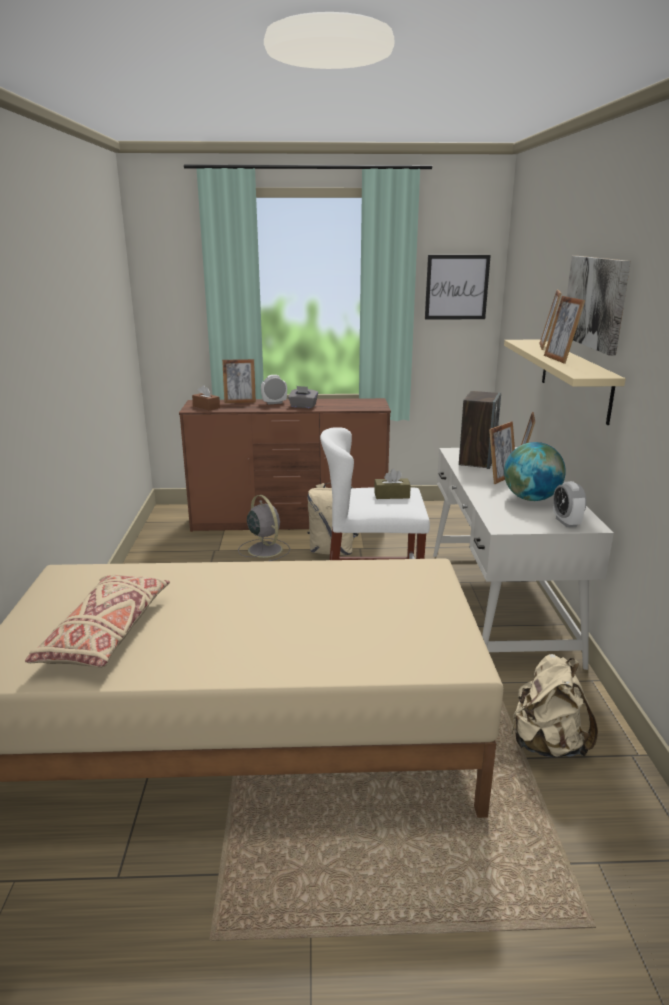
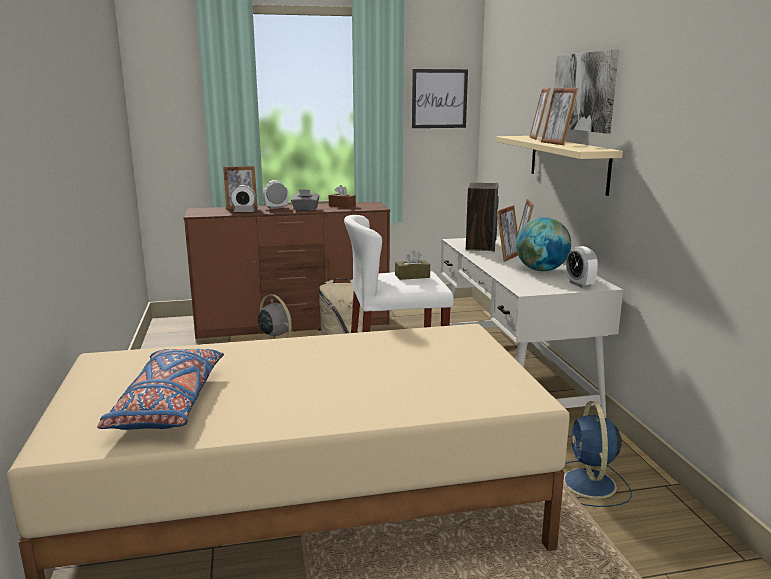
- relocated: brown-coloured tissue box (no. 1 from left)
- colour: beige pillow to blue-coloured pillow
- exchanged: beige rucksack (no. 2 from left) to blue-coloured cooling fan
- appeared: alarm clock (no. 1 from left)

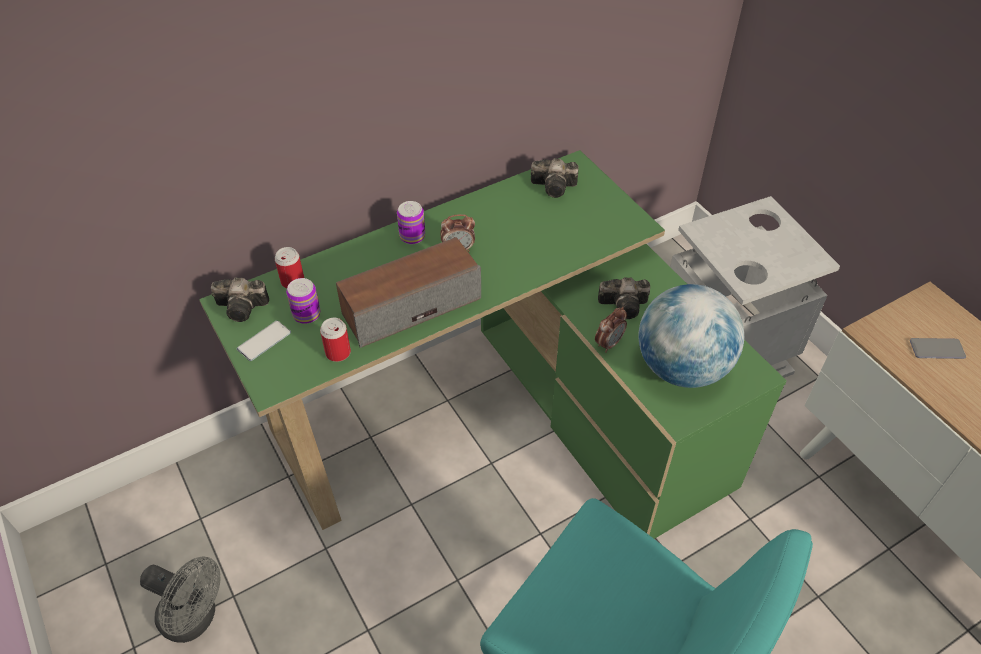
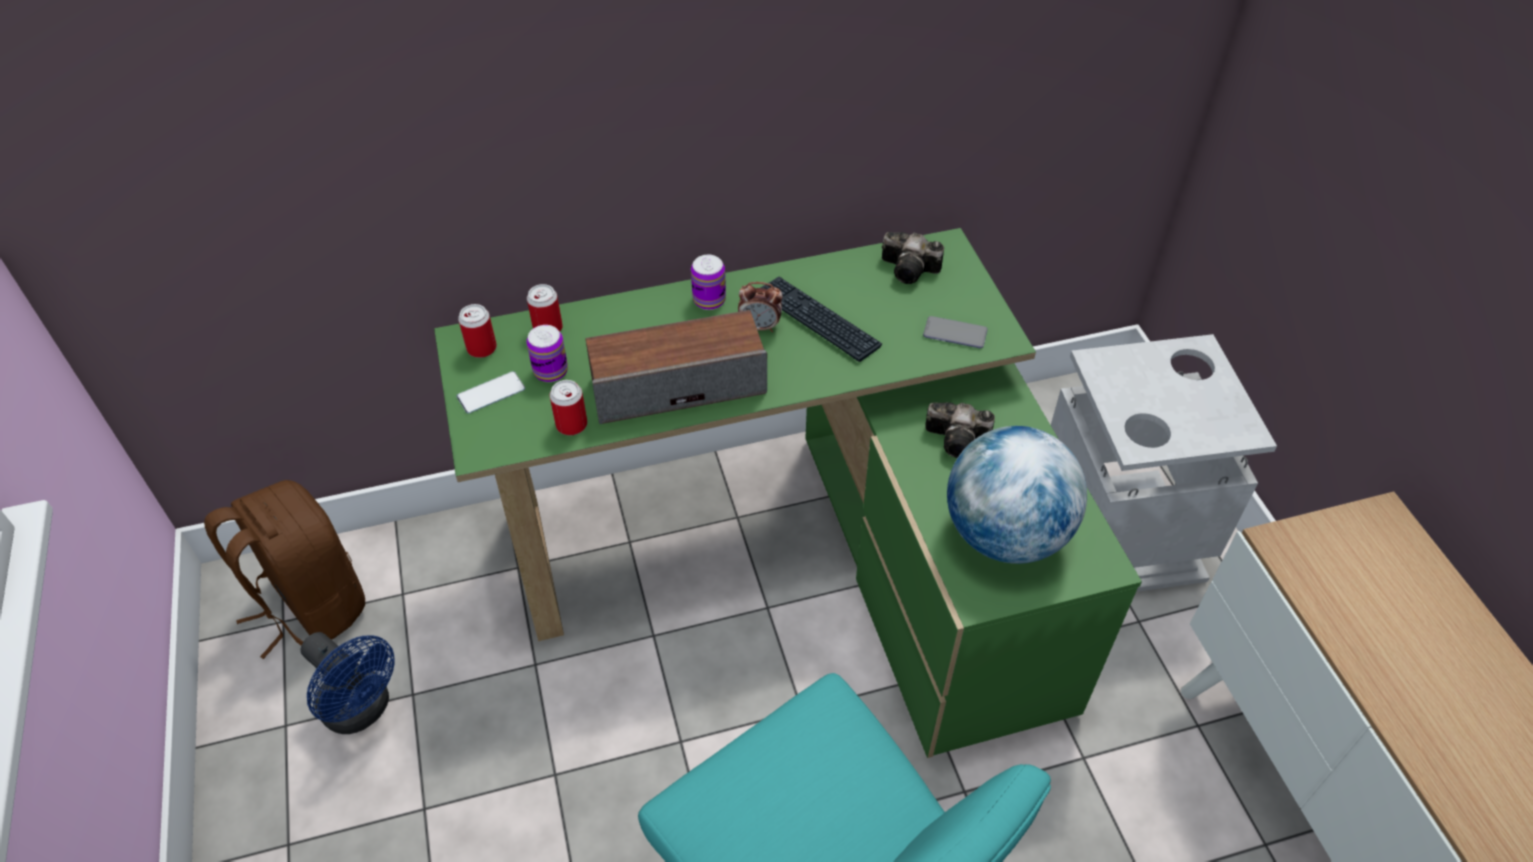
- exchanged: still camera (no. 1 from left) to sealed can (no. 1 from left)
- missing: alarm clock (no. 2 from left)
- relocated: handset (no. 2 from left)
- colour: gray cooling fan to blue-coloured cooling fan
- appeared: PC keyboard
- appeared: brown-coloured rucksack

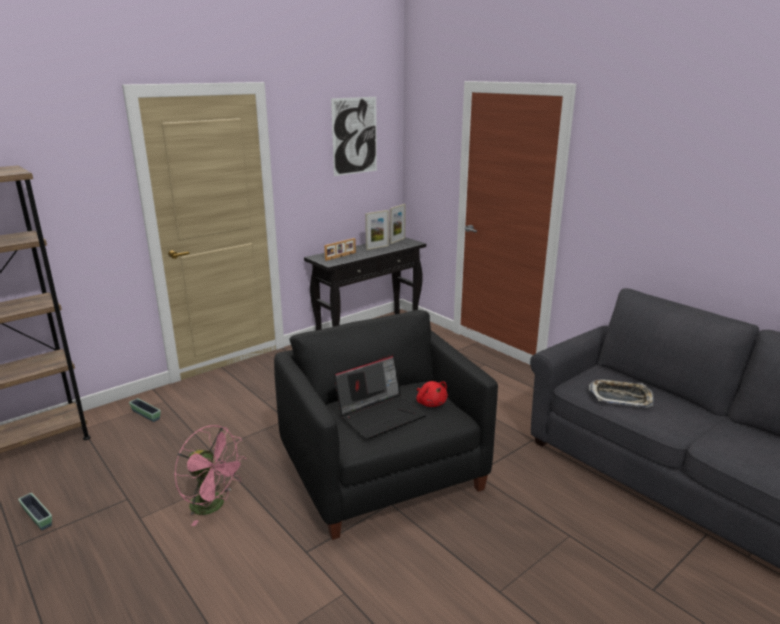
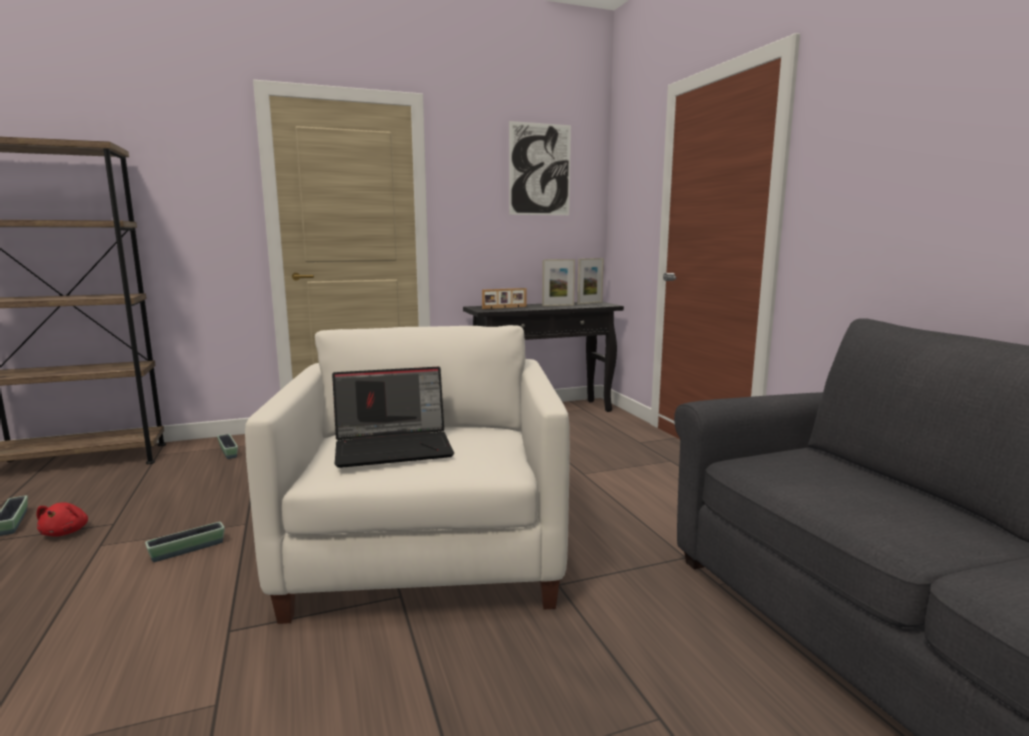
- colour: black lounge chair to whitish lounge chair
- missing: carrying tray
- relocated: red cuddly toy
- exchanged: pink cooling fan to flower pot (no. 2 from left)

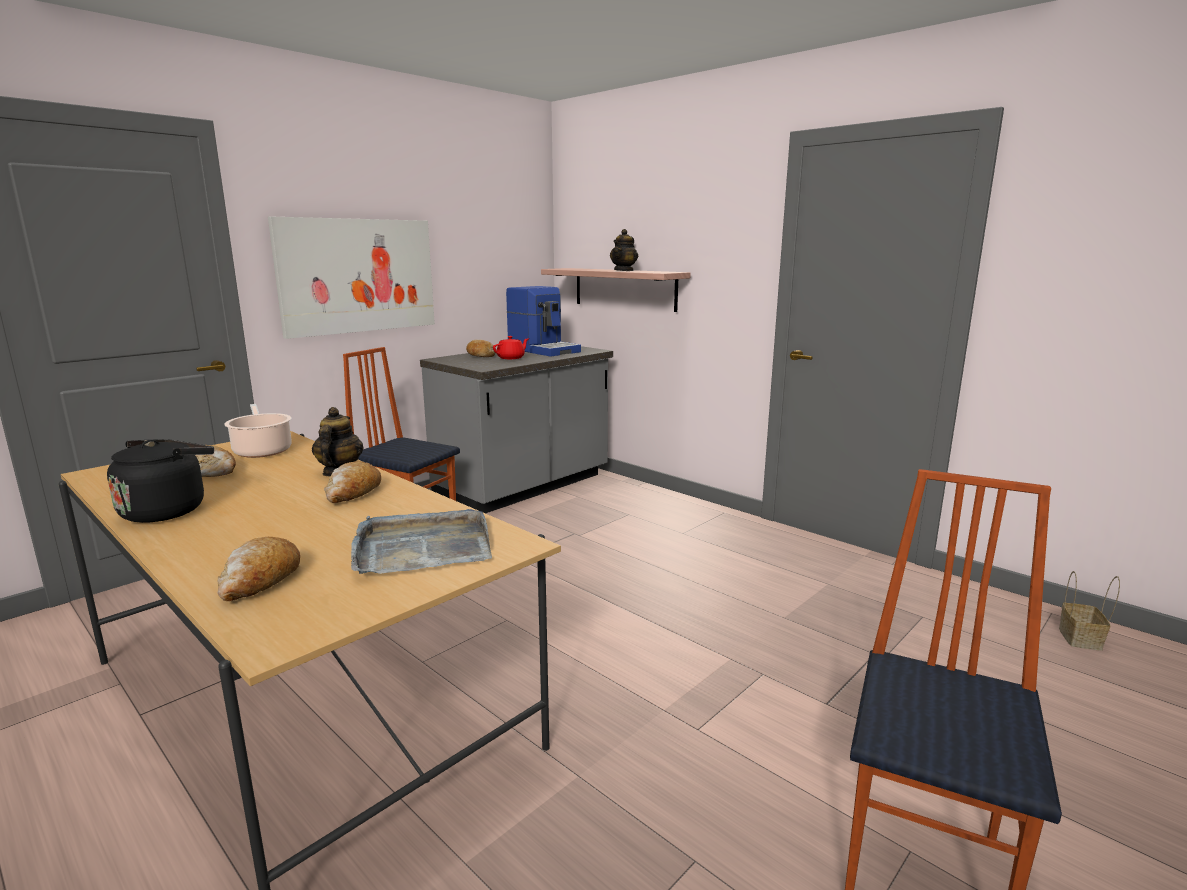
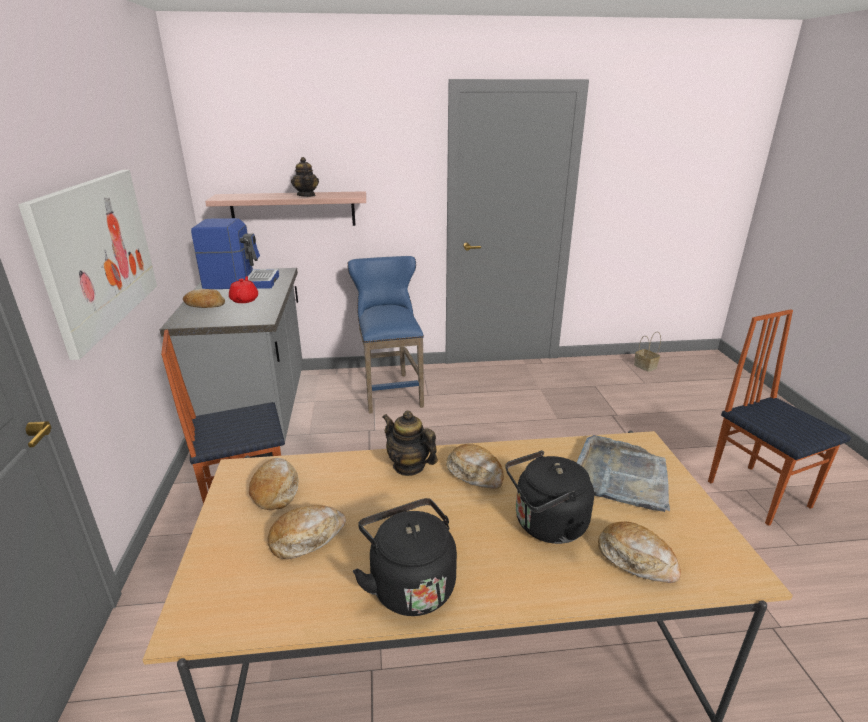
- exchanged: cooking pot to bakery bread (no. 2 from left)
- appeared: blue-coloured stool seat
- appeared: black tea kettle (no. 2 from left)

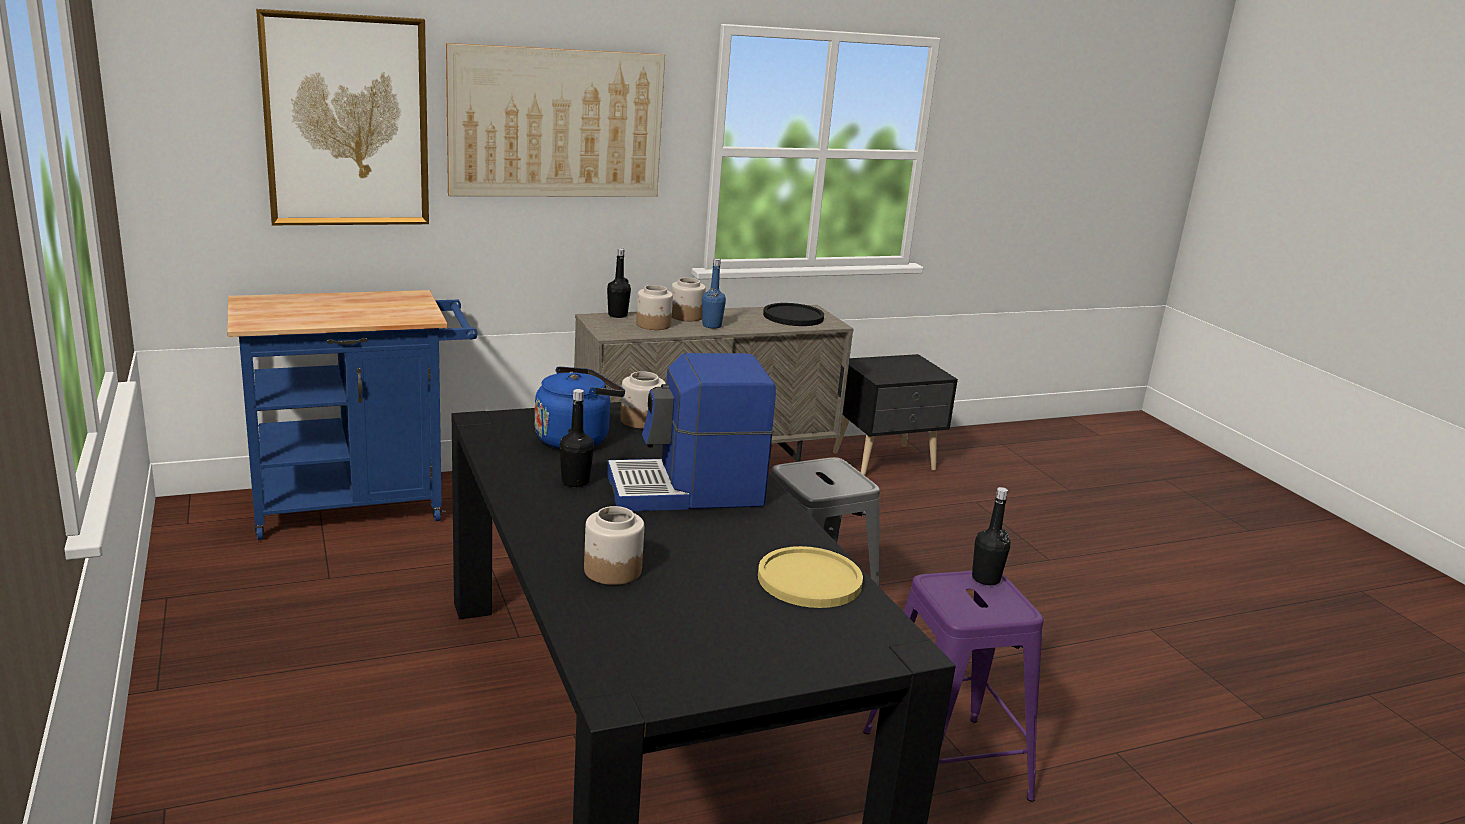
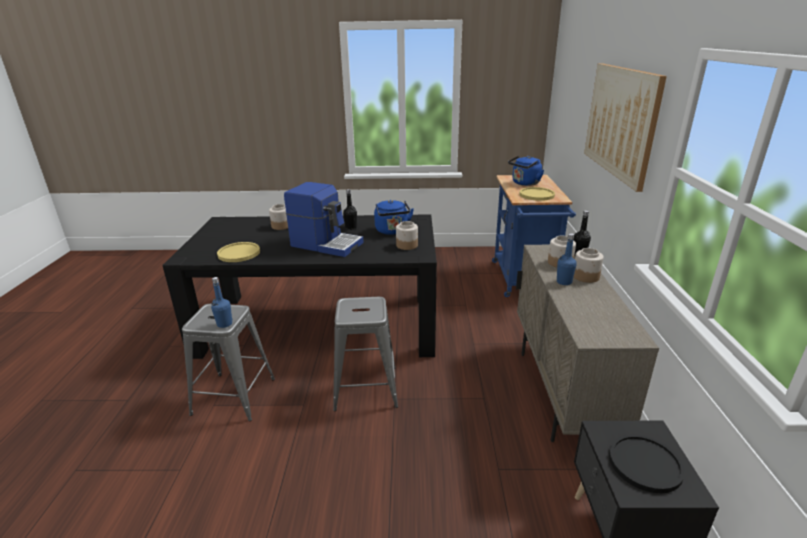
- missing: wall picture (no. 1 from left)
- relocated: black dinner plate
- spun: coffee brewer 105 degrees clockwise
- colour: black beverage bottle (no. 3 from left) to blue-coloured beverage bottle (no. 1 from left)
- colour: purple-coloured stool seat to gray stool seat (no. 1 from left)
- appeared: blue-coloured tea kettle (no. 2 from left)
- appeared: yellow-coloured dinner plate (no. 2 from left)

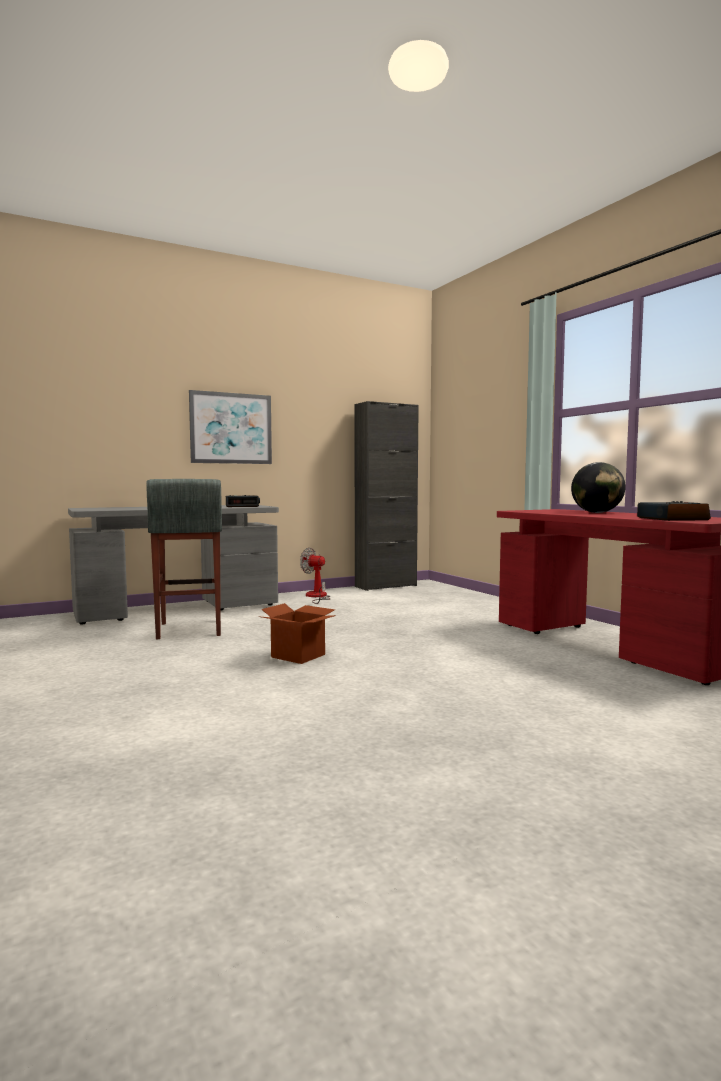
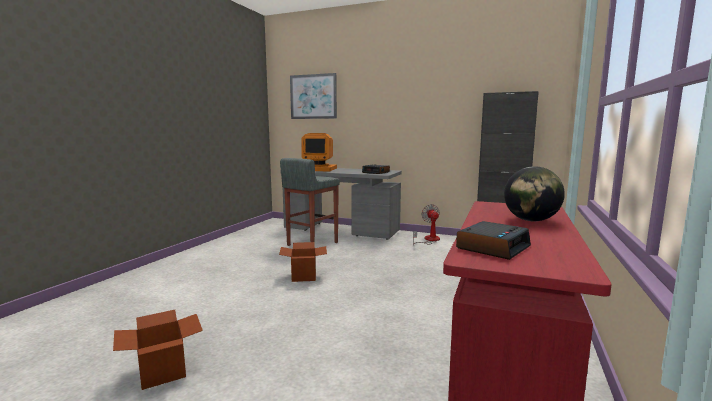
- relocated: wall picture
- appeared: computer screen
- appeared: packing box (no. 1 from left)

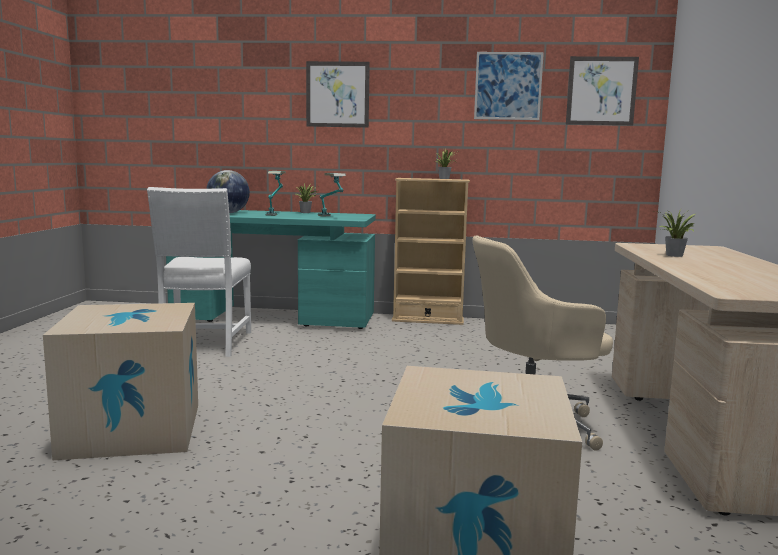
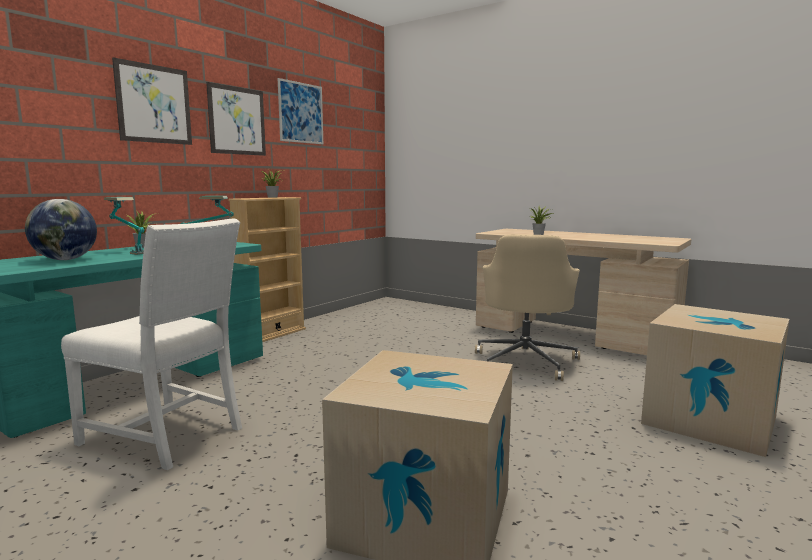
- relocated: wall picture (no. 3 from left in the first image) to wall picture (no. 2 from left)

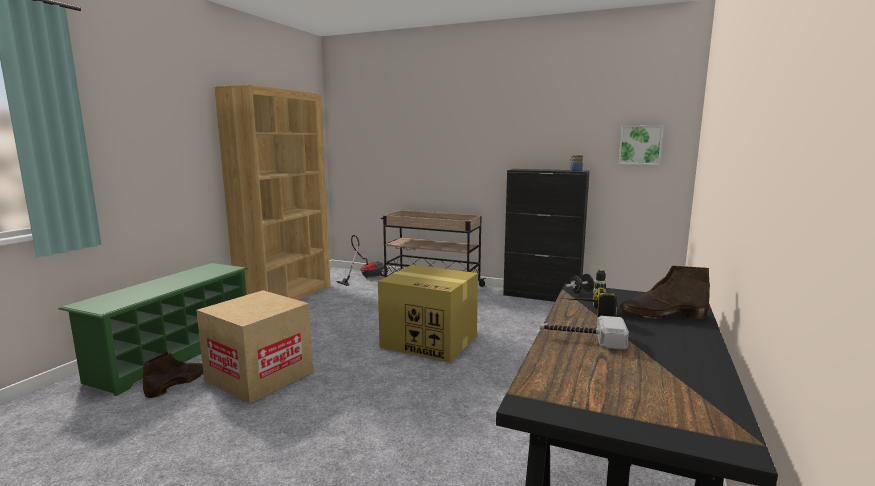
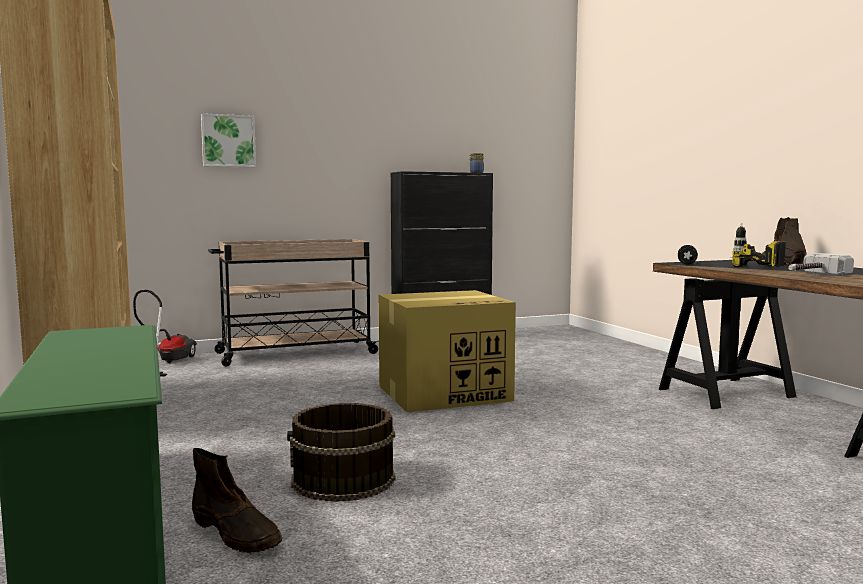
- relocated: wall picture
- exchanged: packing box (no. 1 from left) to brown-coloured water bucket
- spun: brown-coloured tall boot (no. 1 from left) 150 degrees clockwise

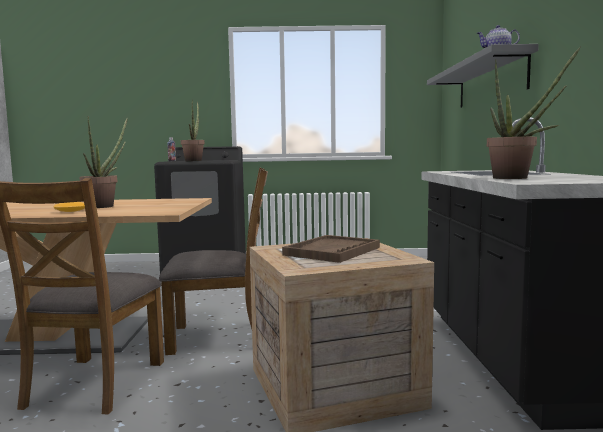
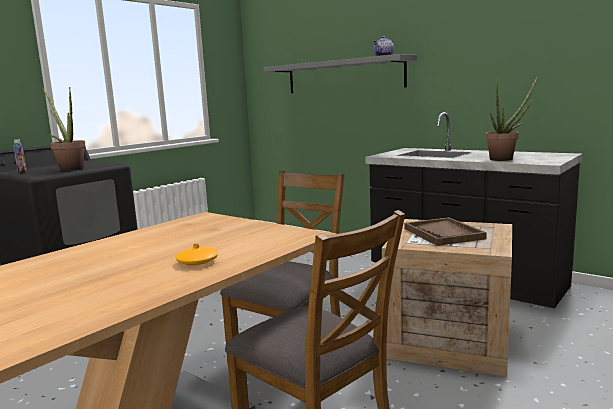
- missing: plant in a pot (no. 1 from left)

